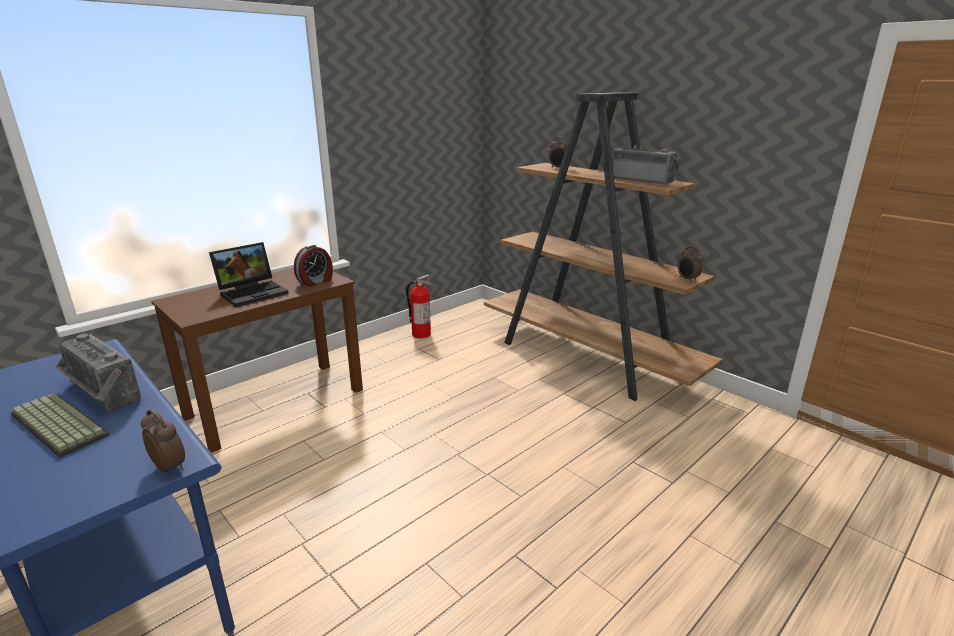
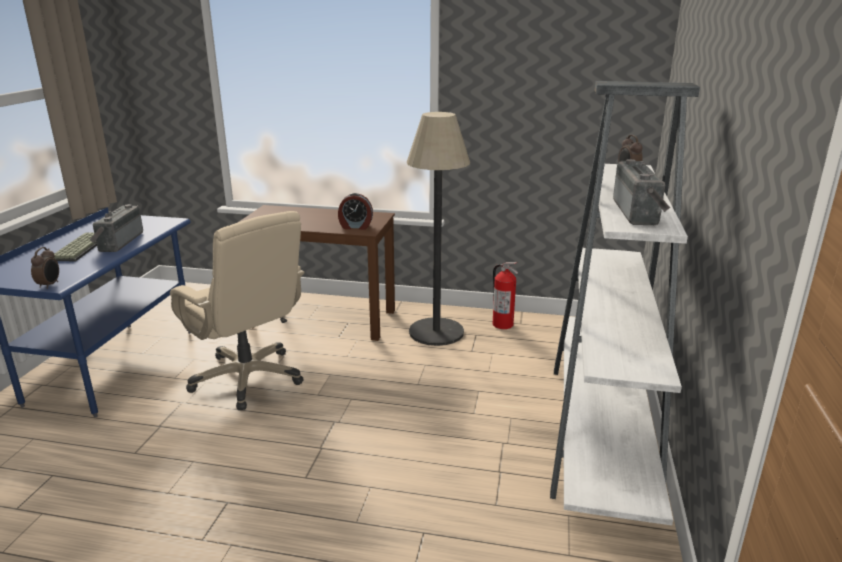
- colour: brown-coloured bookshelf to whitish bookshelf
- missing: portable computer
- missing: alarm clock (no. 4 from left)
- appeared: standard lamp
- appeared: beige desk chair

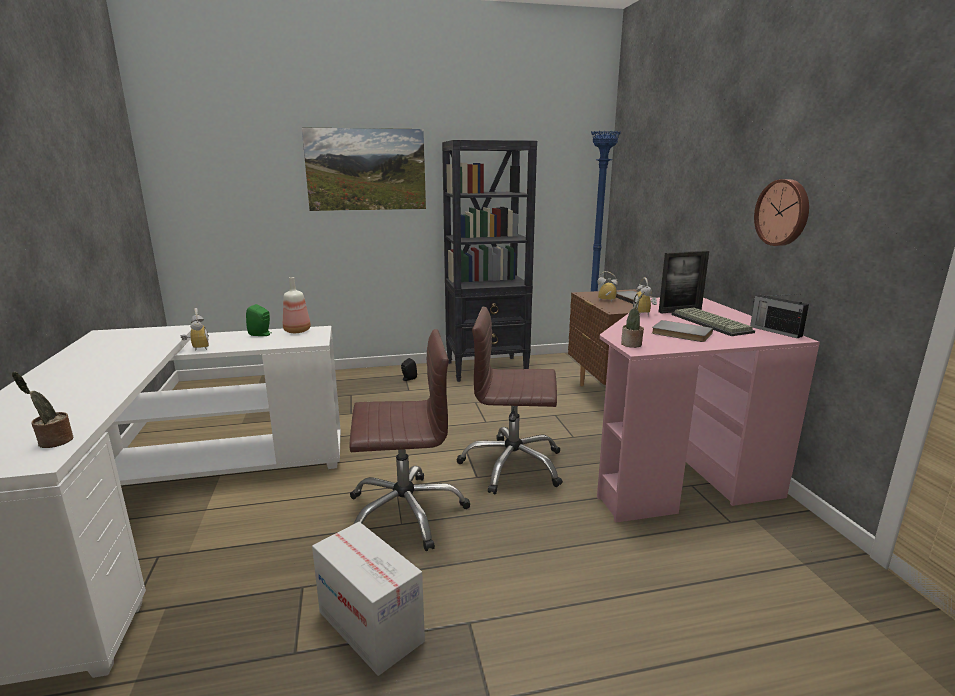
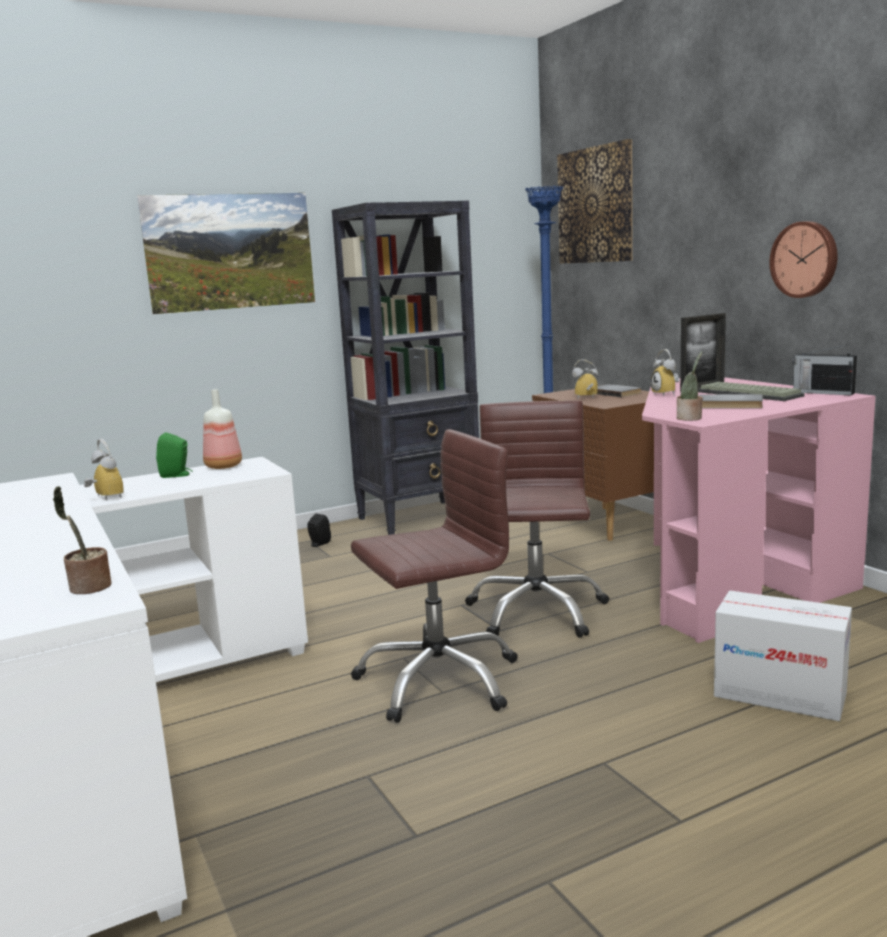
- spun: brown-coloured desk chair (no. 2 from left) 105 degrees clockwise
- relocated: packing box
- appeared: wall picture (no. 2 from left)

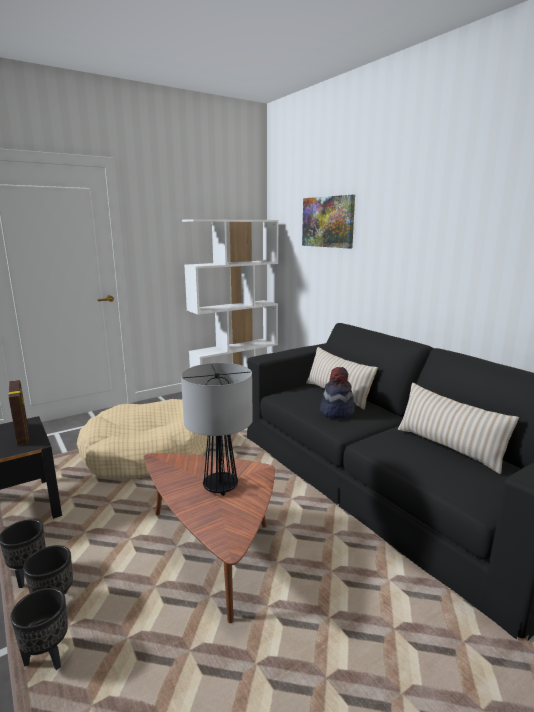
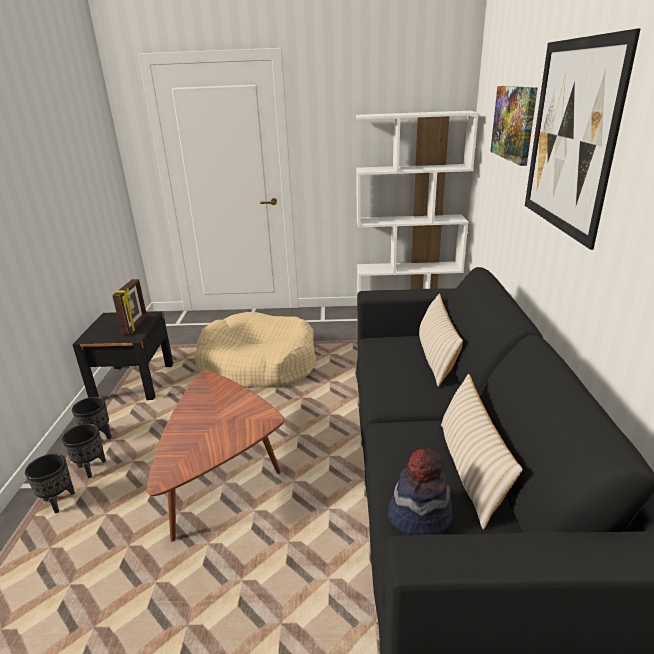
- missing: tabletop lamp
- relocated: clothing hat
- appeared: wall picture (no. 2 from left)

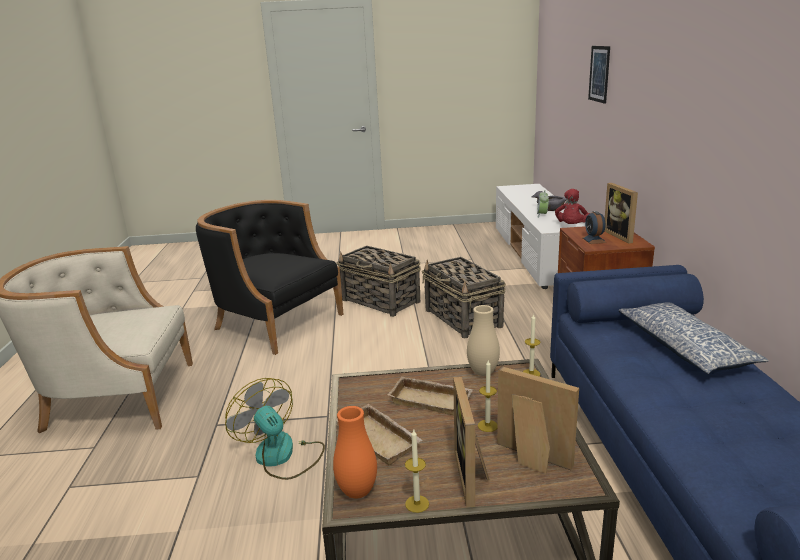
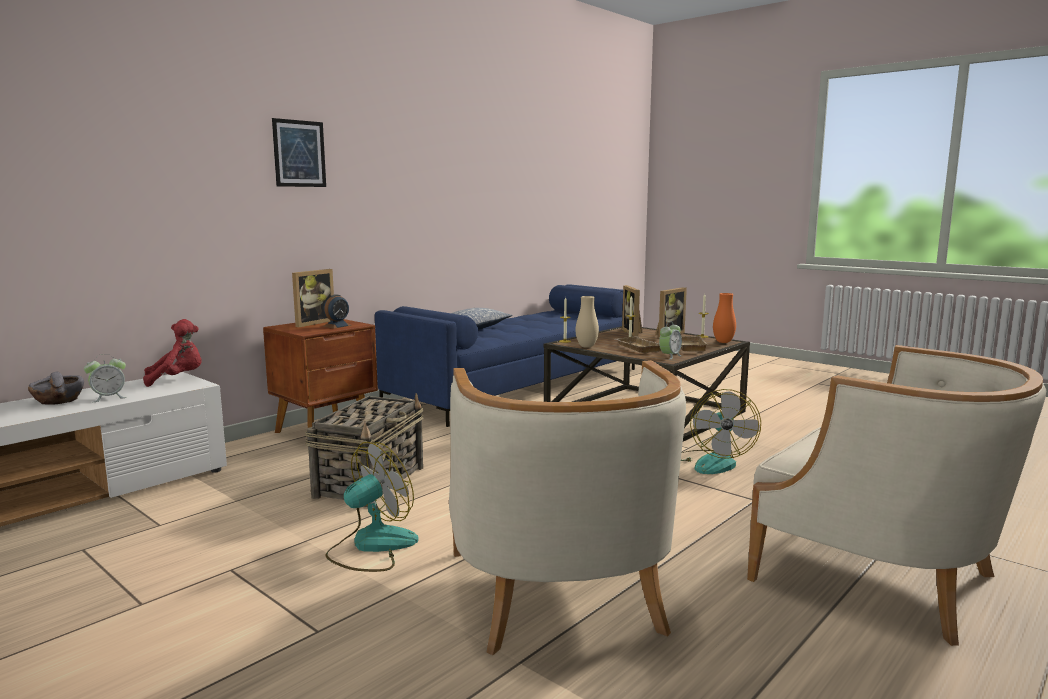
- relocated: wall picture
- colour: black lounge chair to beige lounge chair (no. 1 from left)
- exchanged: storage basket (no. 1 from left) to cooling fan (no. 1 from left)
- appeared: alarm clock (no. 3 from left)

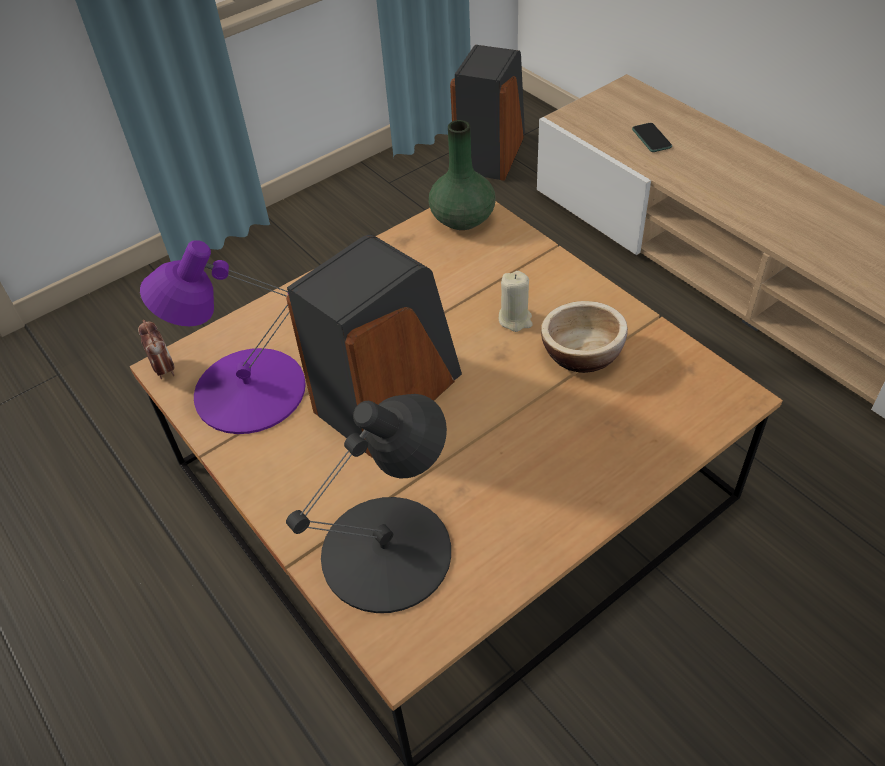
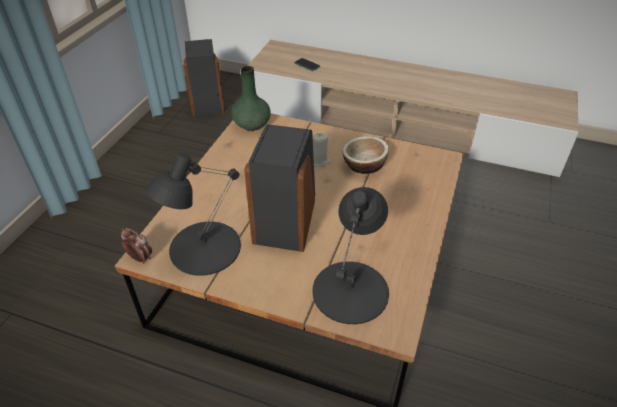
- colour: purple-coloured tabletop lamp to black tabletop lamp (no. 1 from left)

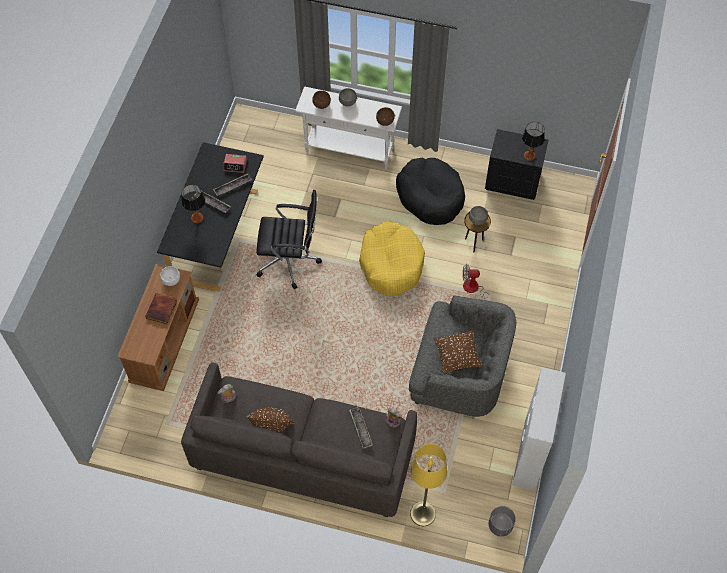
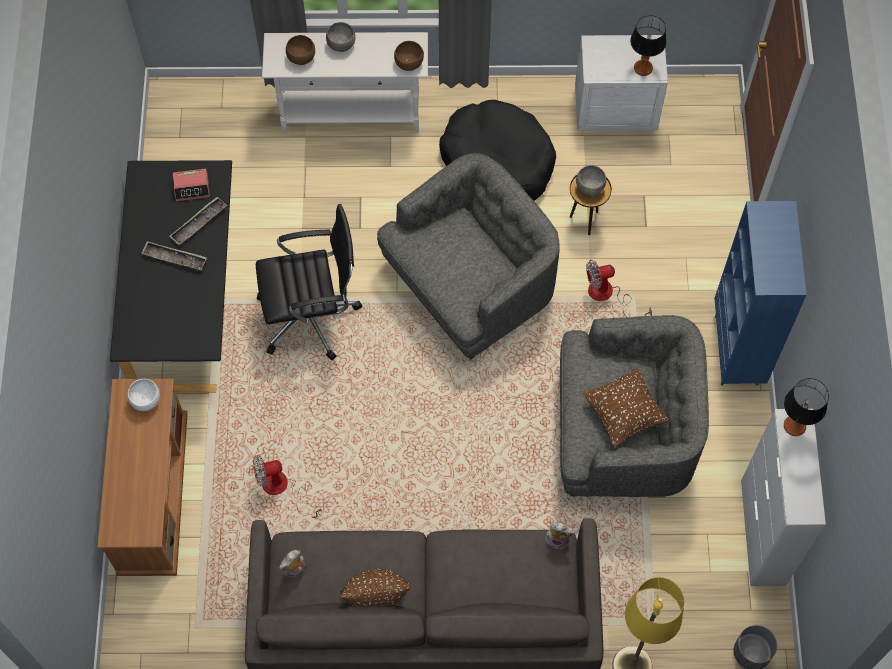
- colour: black night table to whitish night table
- relocated: tabletop lamp (no. 1 from left in the first image) to tabletop lamp (no. 2 from left)
- exchanged: yellow-coloured dog bed to gray lounge chair (no. 1 from left)
- missing: bound book
- missing: carrying tray (no. 3 from left)
- appeared: blue-coloured bookshelf
- appeared: cooling fan (no. 1 from left)

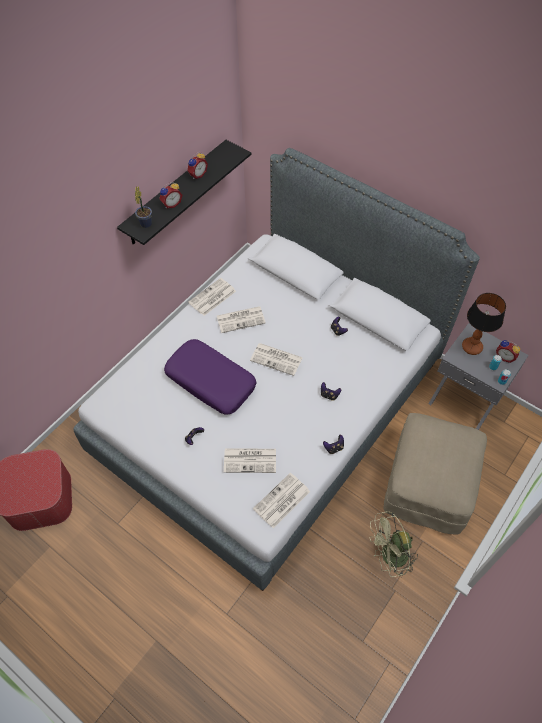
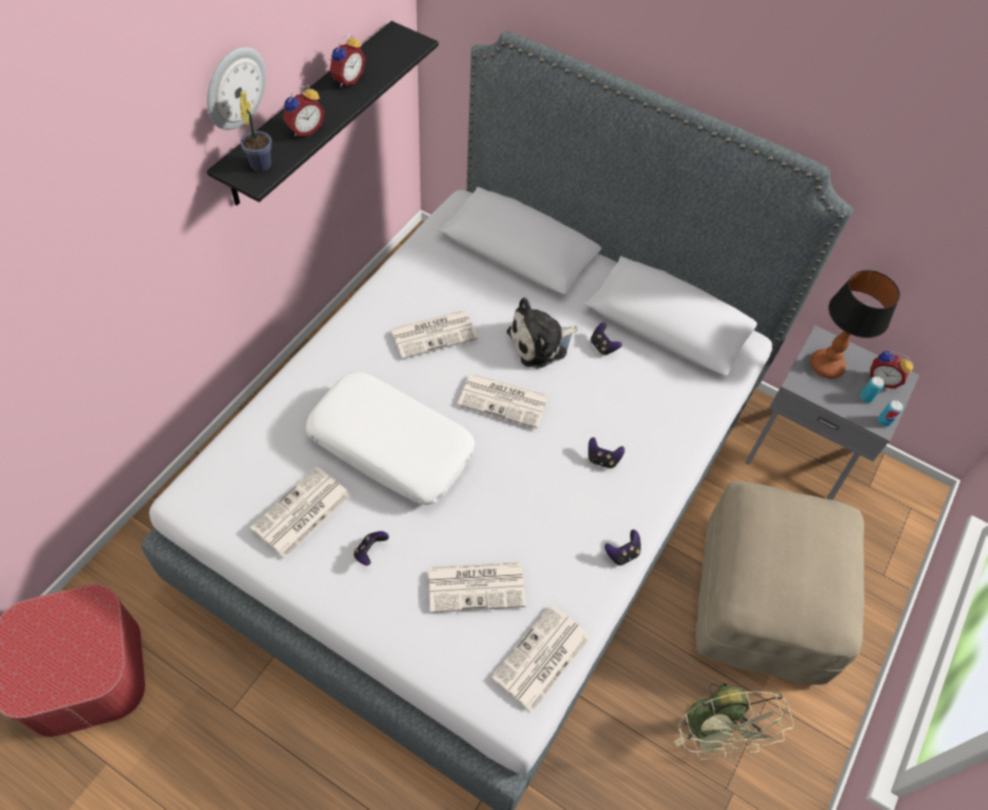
- relocated: newspaper (no. 1 from left)
- colour: purple-coloured pillow to whitish pillow
- spun: green-coloured cooling fan 75 degrees counterclockwise
- appeared: wall clock
- appeared: cuddly toy

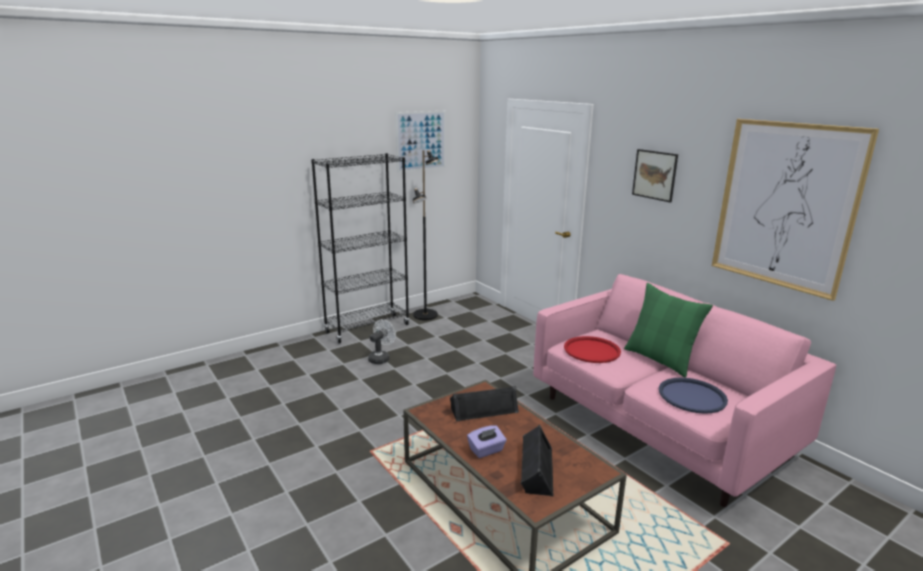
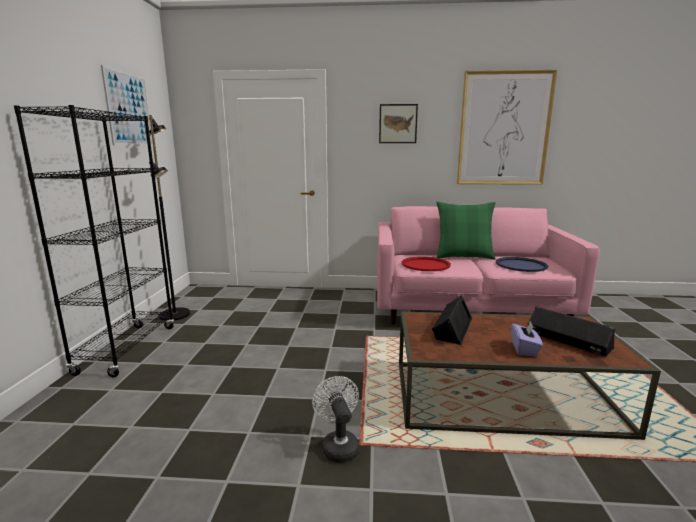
- relocated: whitish cooling fan

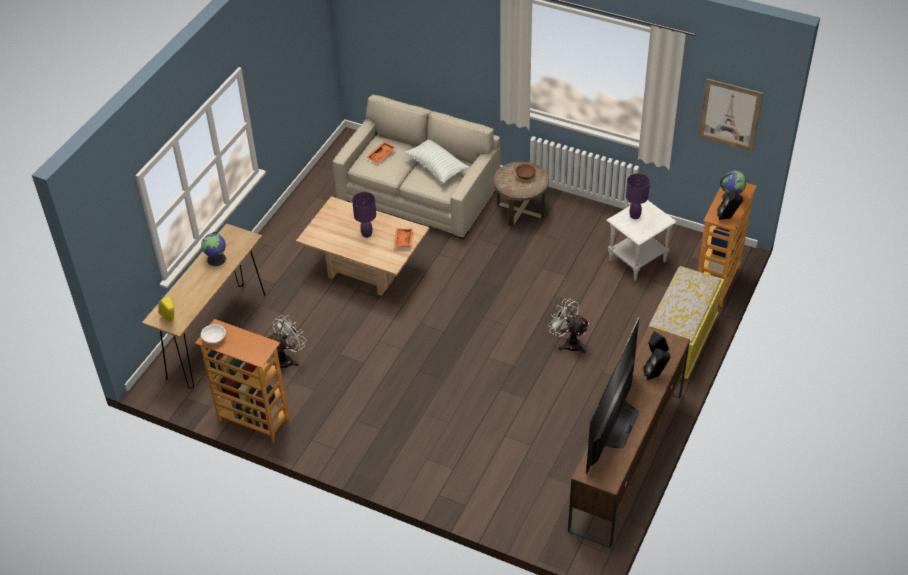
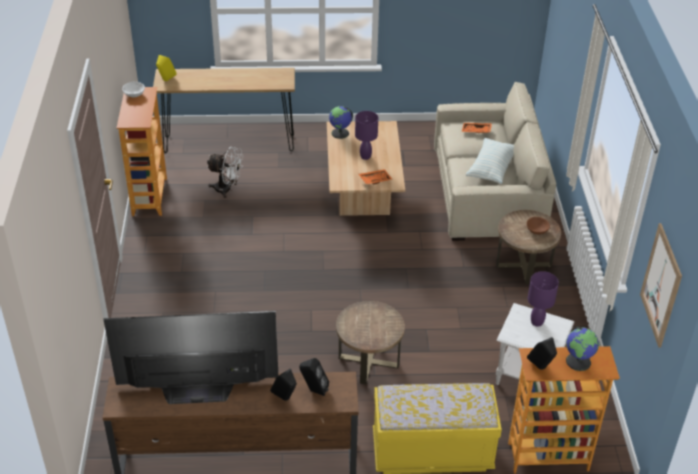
- relocated: globe (no. 1 from left)
- exchanged: whitish cooling fan (no. 2 from left) to brown-coloured accent table (no. 1 from left)

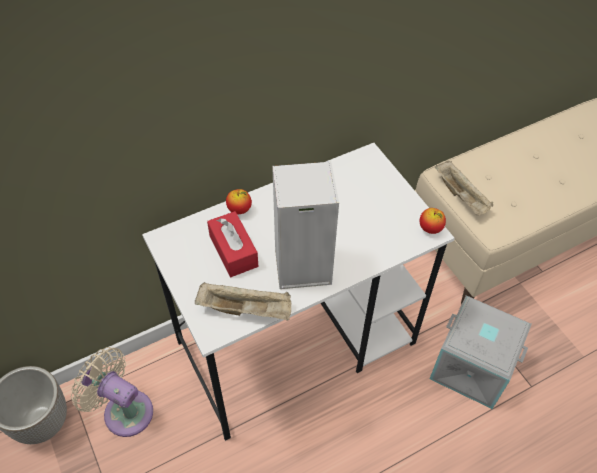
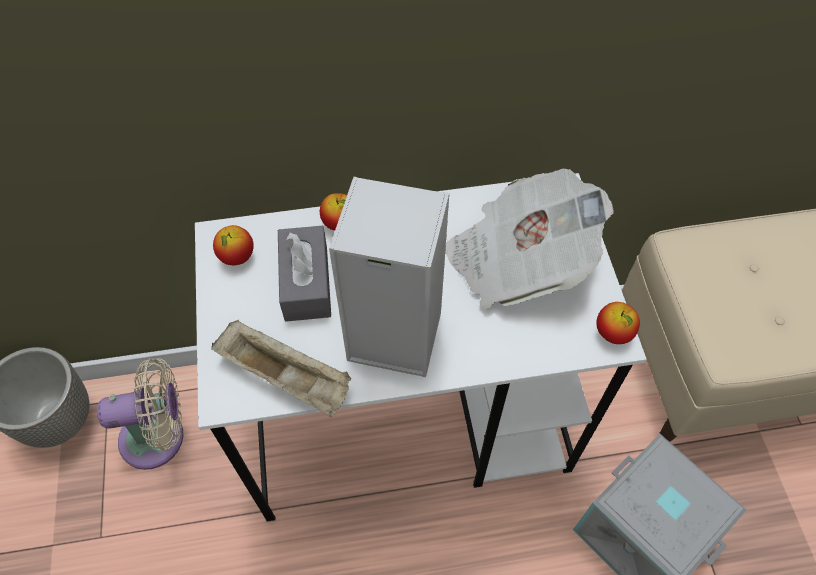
- missing: beige carrying tray (no. 2 from left)
- colour: red tissue box to gray tissue box
- spun: beige cooling fan 120 degrees clockwise
- appeared: newspaper
- appeared: whole apple (no. 1 from left)

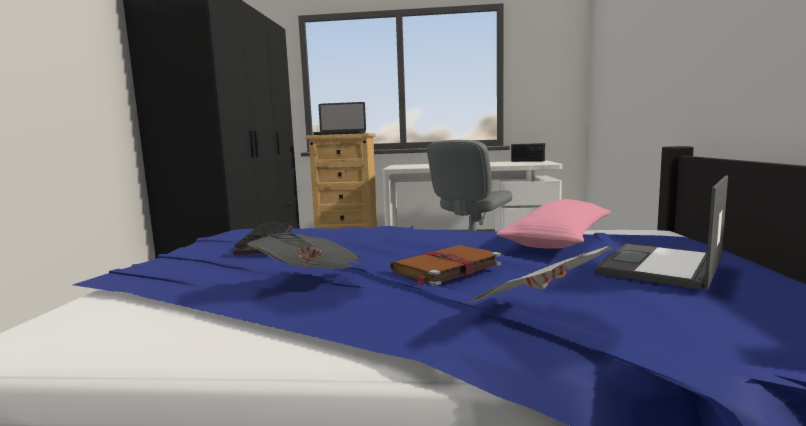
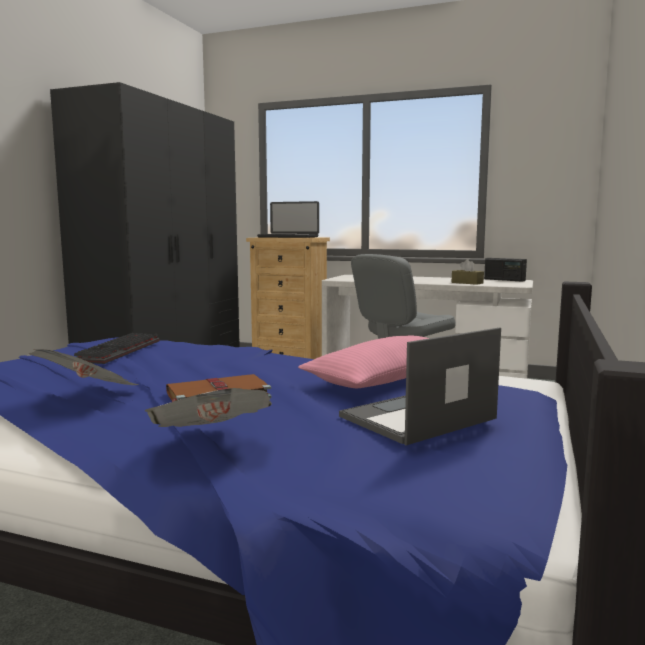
- appeared: brown-coloured tissue box

